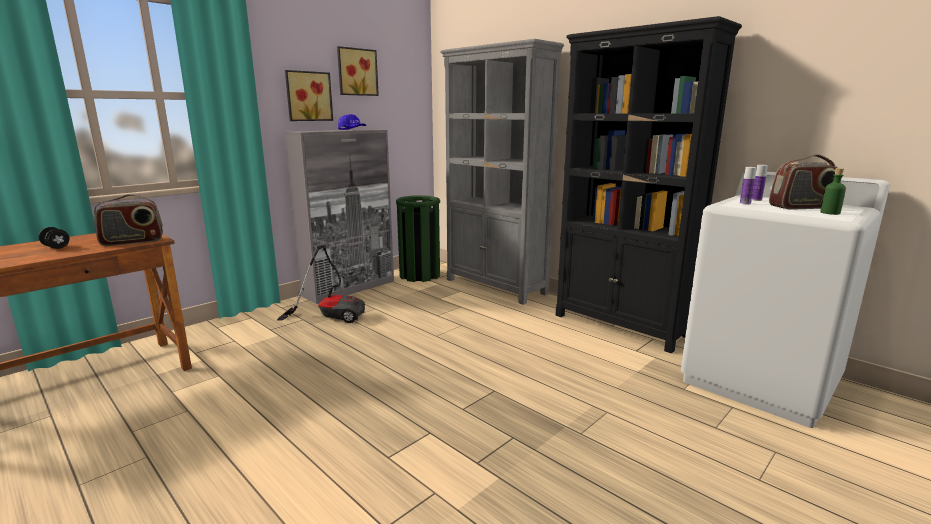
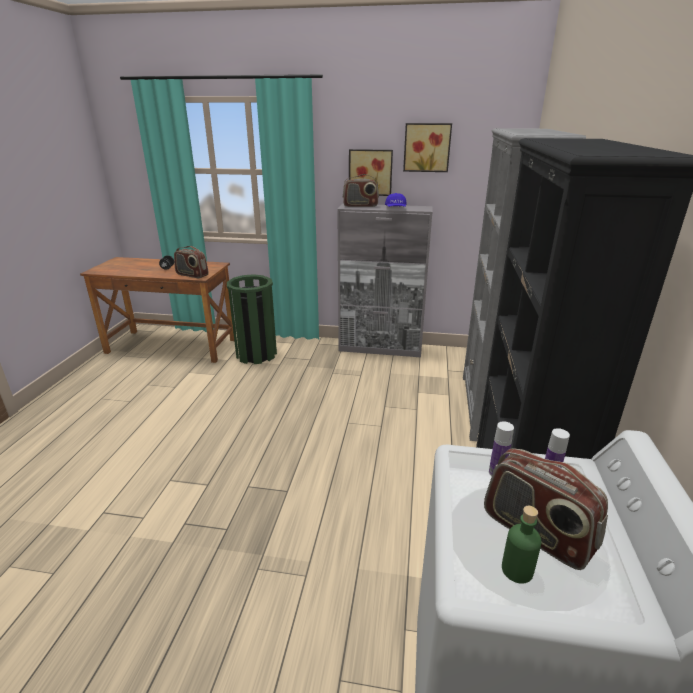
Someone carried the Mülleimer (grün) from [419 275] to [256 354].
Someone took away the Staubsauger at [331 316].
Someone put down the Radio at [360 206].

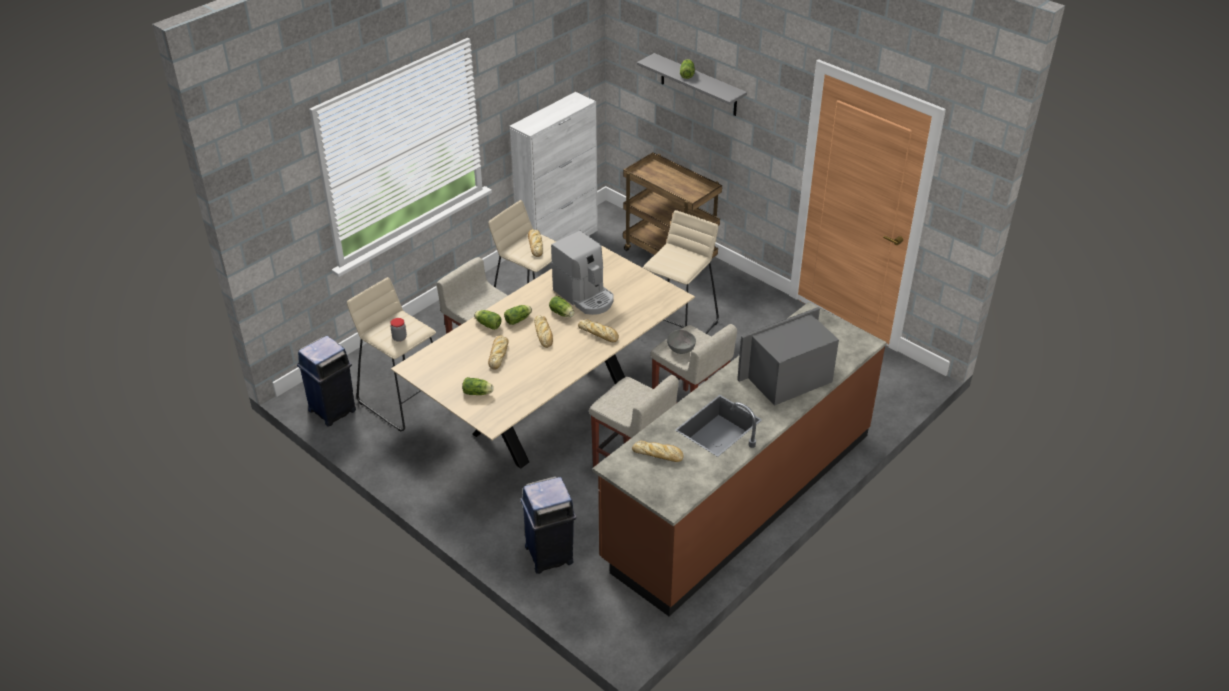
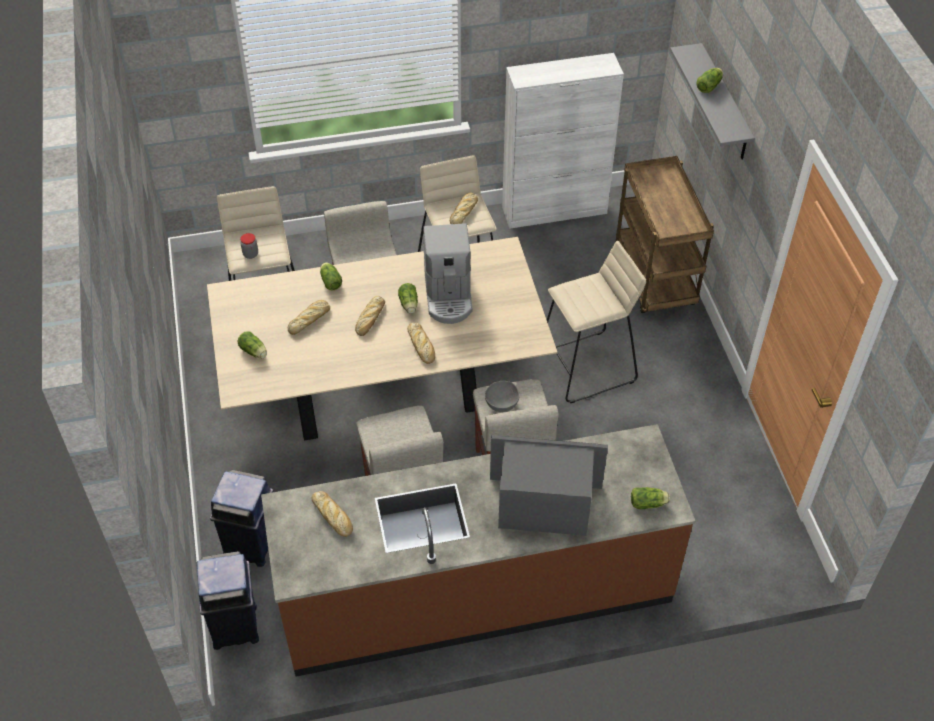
Someone carried the Salatkopf from [519 319] to [649 503].
Someone carried the Mülleimer (blau) from [333 410] to [236 626].

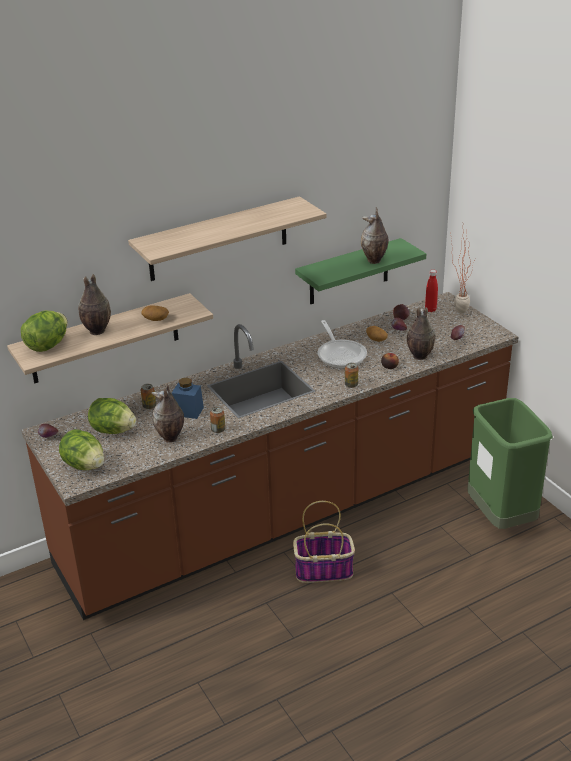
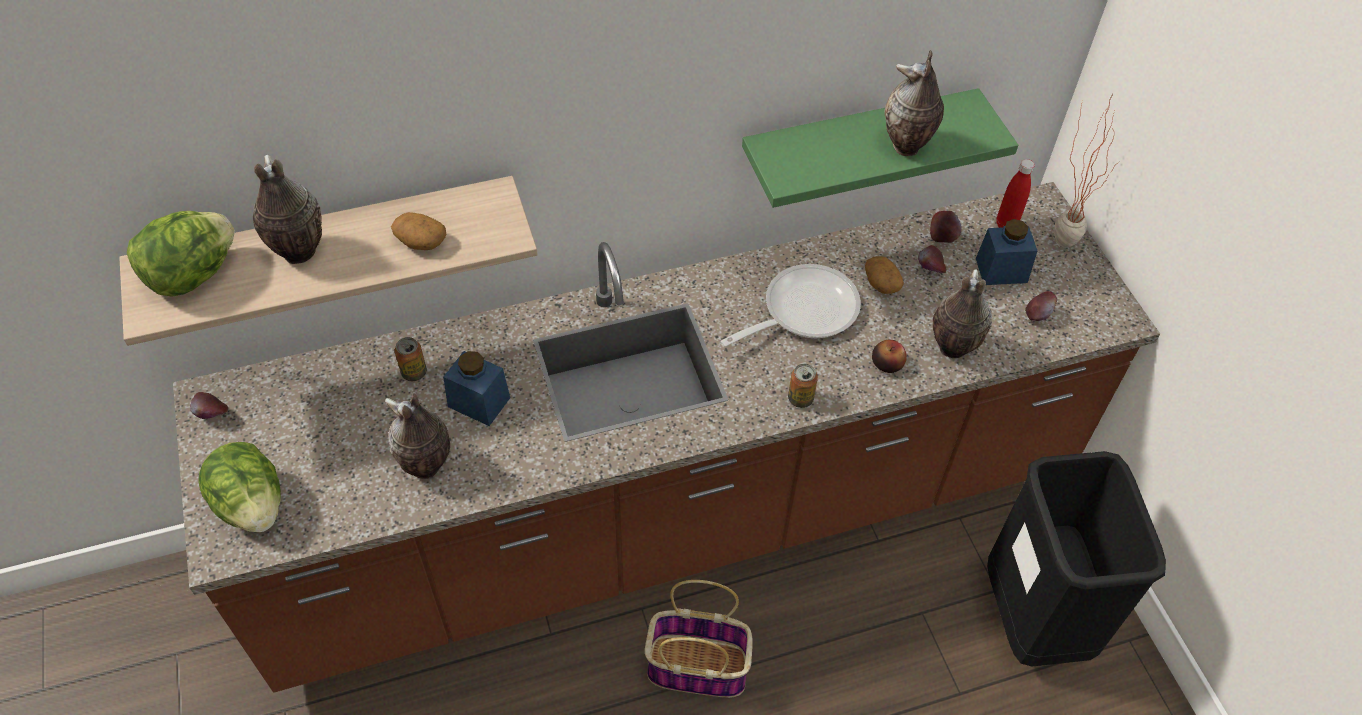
Someone took away the Wandregal at [218 239].
Someone rotated the Pfanne at [340 354] by 120 degrees counterclockwise.
Someone took away the Salatkopf at [113 430].
Someone repainted the Mülleimer (grün) at [500 518], which became the Mülleimer (schwarz) at [1033 619].
Someone took away the Dose at [218 430].
Someone put down the Vorratsglas (blau) at [1001 270].

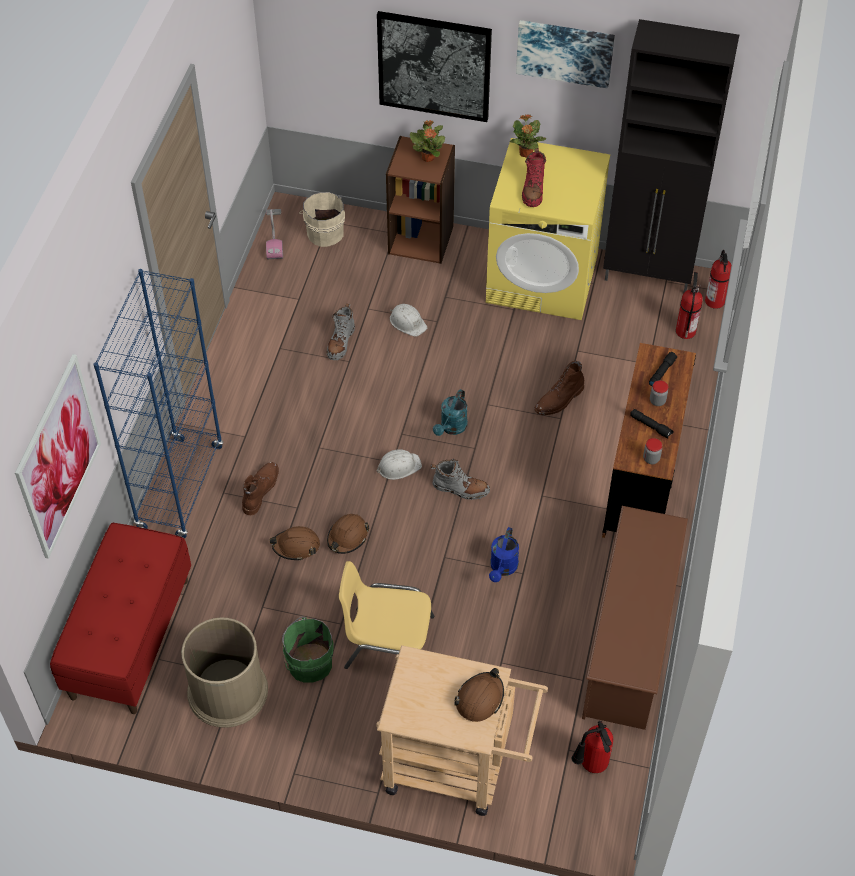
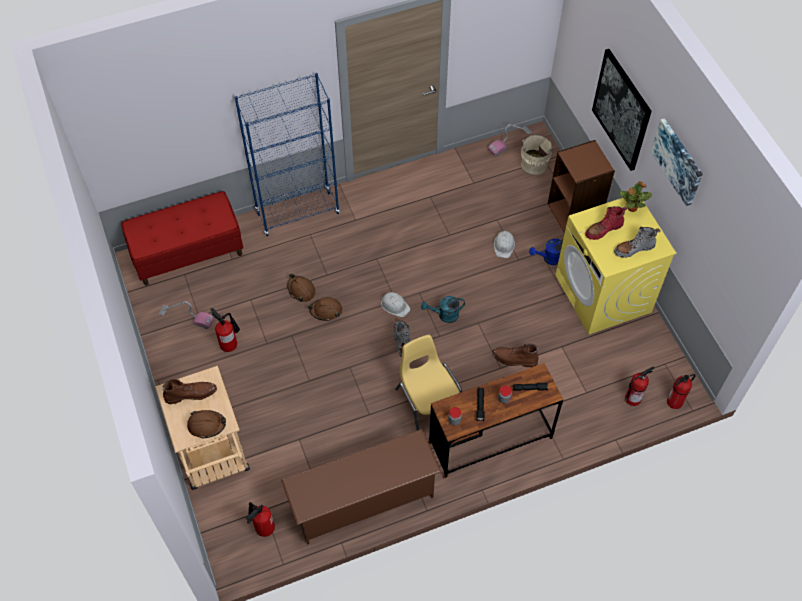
Someone took away the Schrank (schwarz) at [648 276].
Someone took away the Topfpflanze at [428 157].
Someone carried the Stiefel (grau) from [341 342] to [634 249].
Someone took away the Bild at [58 457].
Someone carried the Stiefel (braun) from [260 490] to [191 393].
Someone carried the Gießkanne (blau) from [503 568] to [549 258].
Someone carried the Stuhl (gelb) from [387 642] to [428 399].
Someone swapped the Eimer (grün) at [307 663] for the Feuerlöscher at [230 343].
Someone swapped the Mülleimer (braun) at [227 691] for the Staubsauger at [187 317].

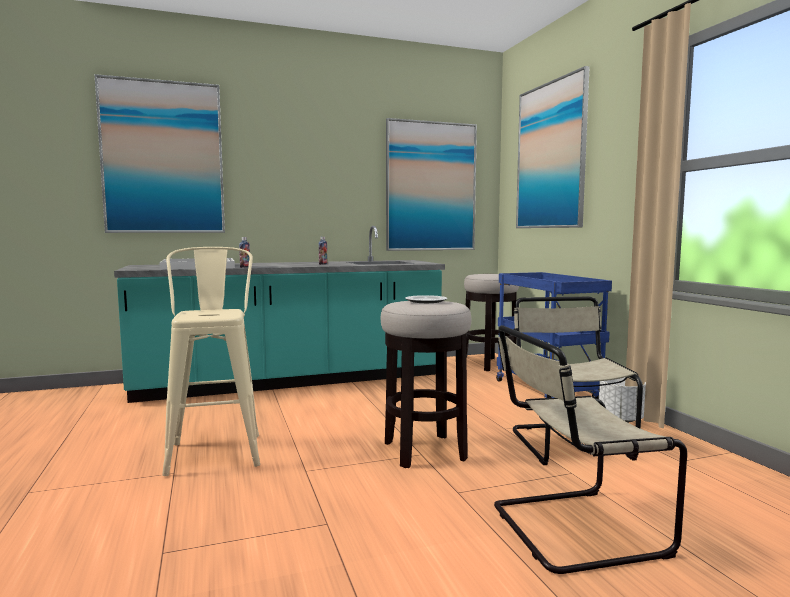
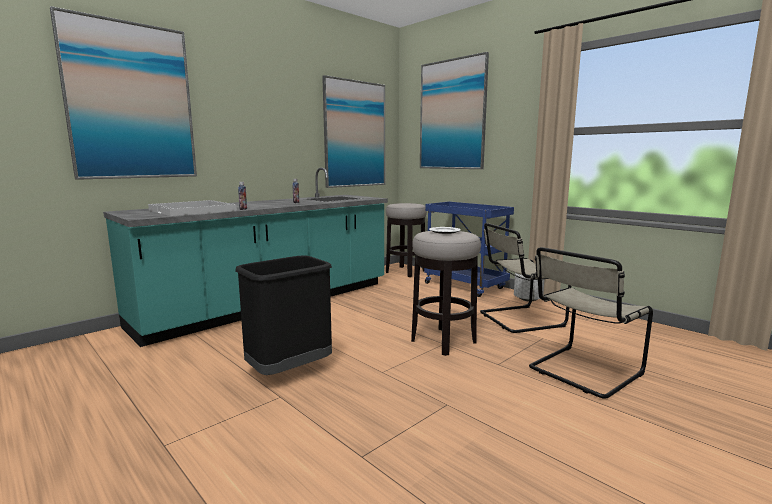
Someone swapped the Hocker (beige) at [216 450] for the Mülleimer (schwarz) at [289 371].
Someone rotated the Stuhl (beige) at [567 443] by 75 degrees counterclockwise.

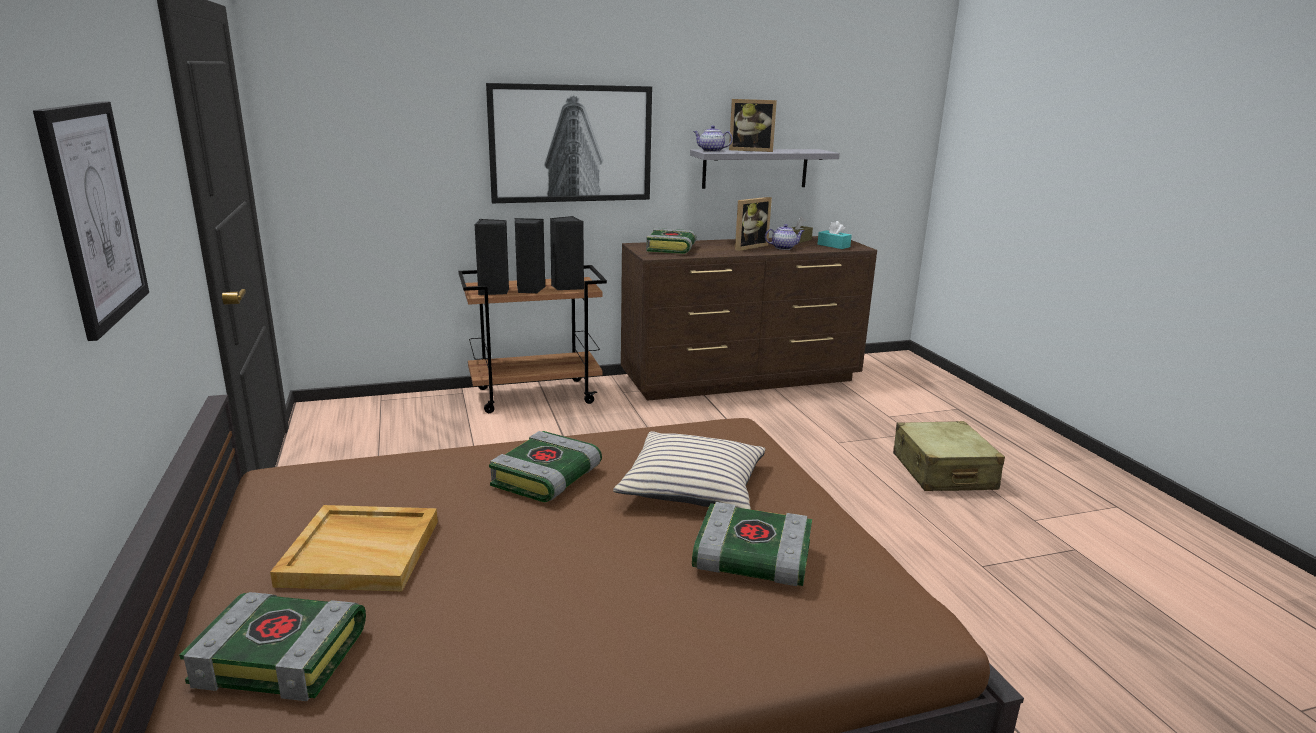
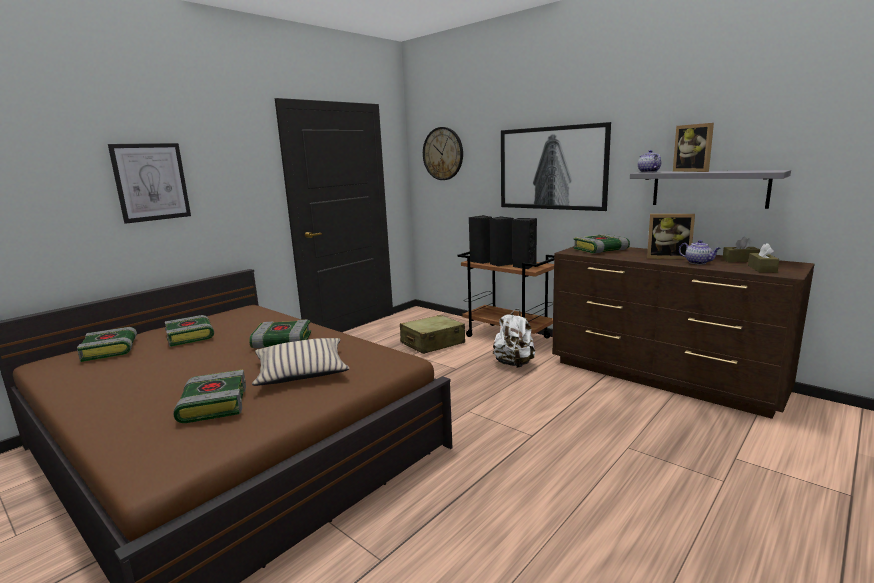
Someone repainted the Taschentuchbox (türkis) at [833 245], which became the Taschentuchbox (braun) at [762 269].
Someone carried the Koffer (beige) from [943 472] to [432 343].
Someone swapped the Tablett (beige) at [362 551] for the Buch at [191 336].
Someone put up the Wanduhr at [443 153].
Someone put down the Rucksack (weiß) at [514 364].

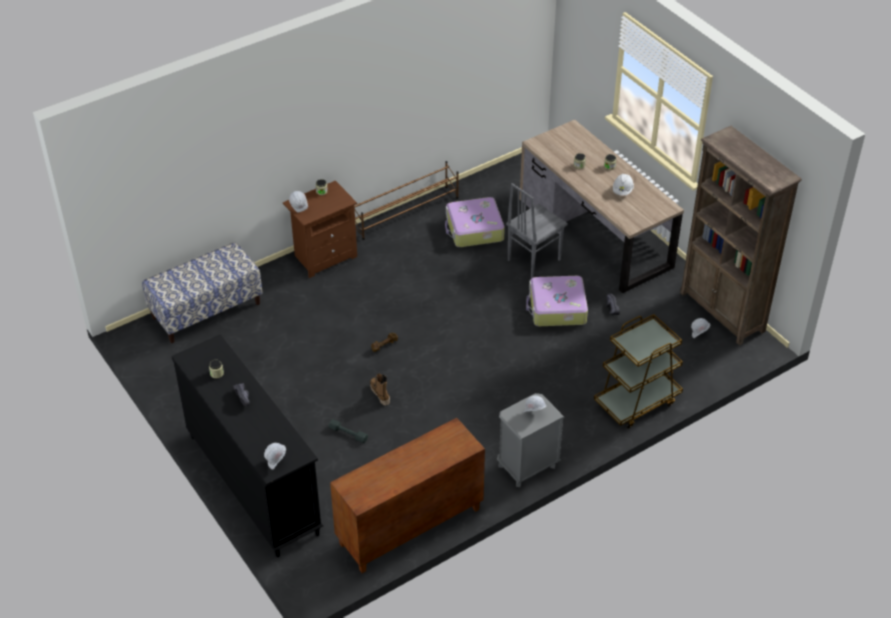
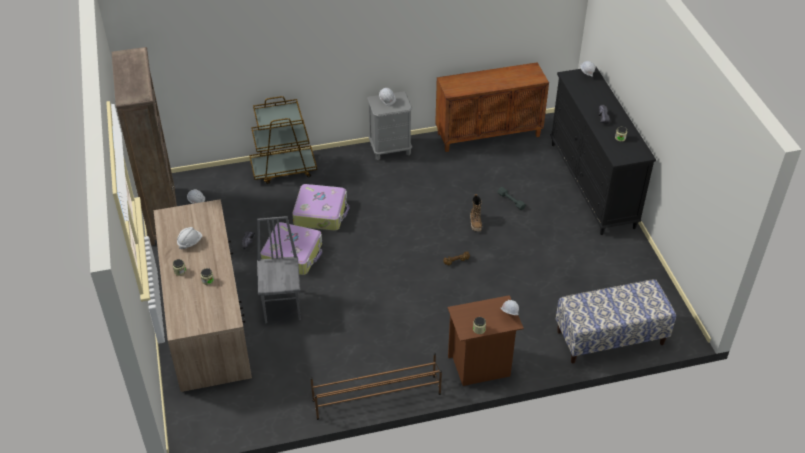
Someone rotated the Stuhl (grau) at [533 260] by 75 degrees counterclockwise.
Someone carried the Koffer from [474 229] to [321 213].

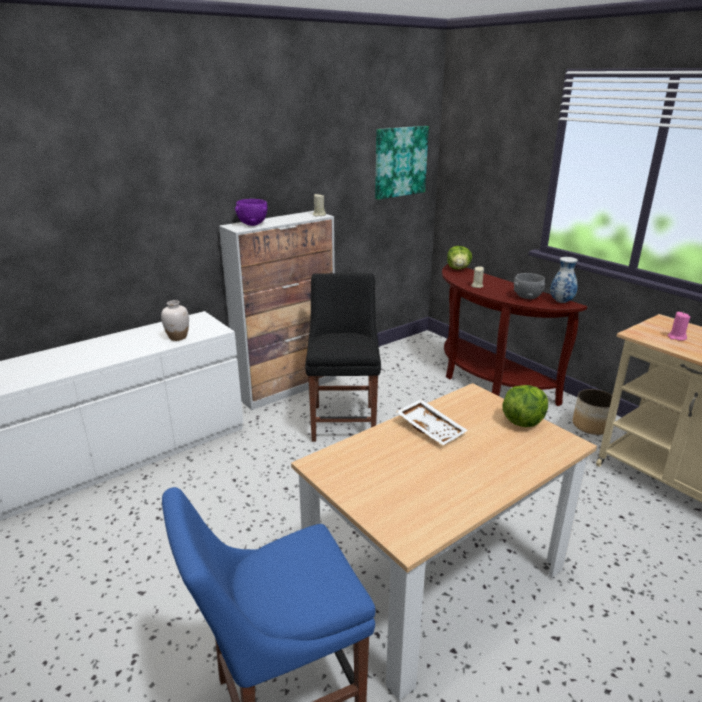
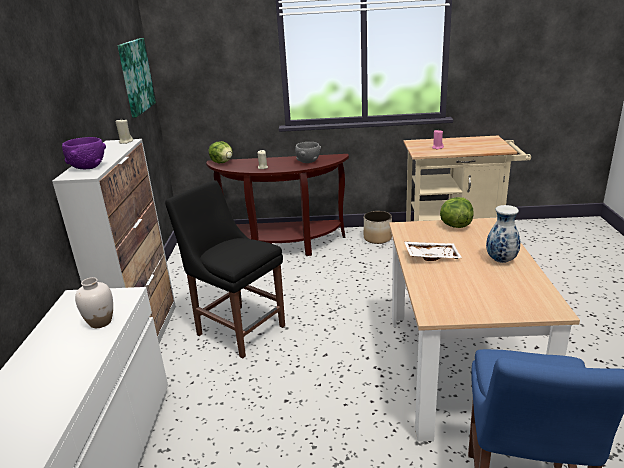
Someone carried the Vase from [561 301] to [500 260].

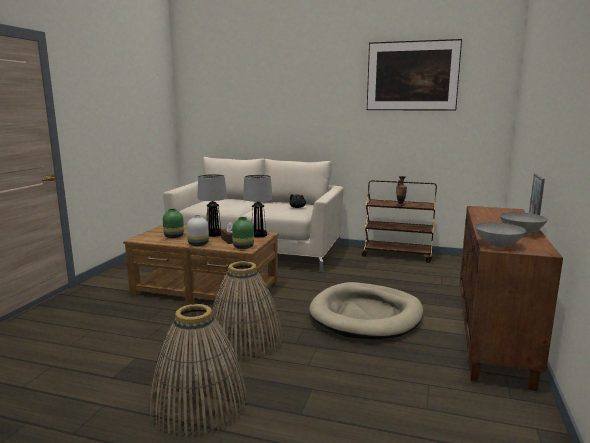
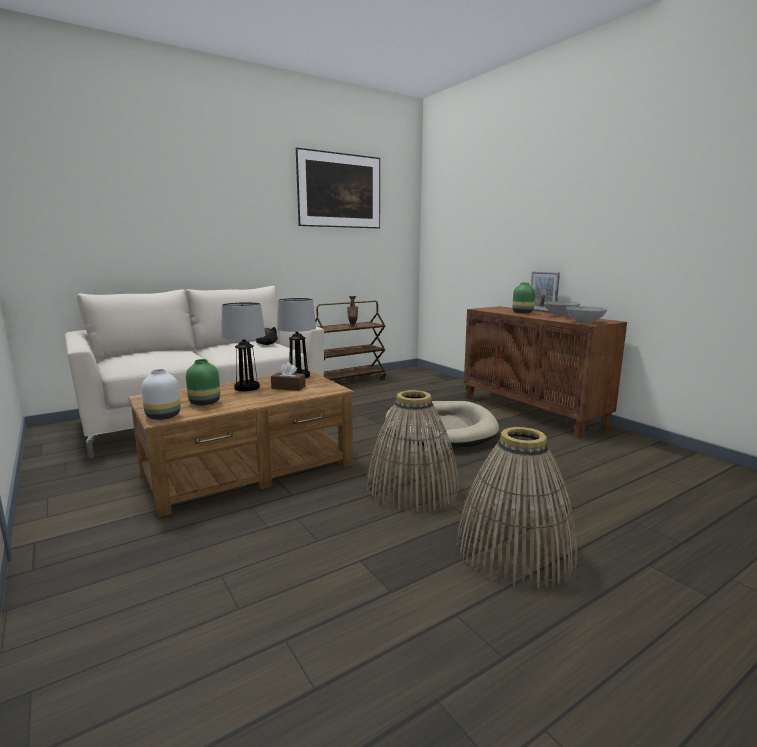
Someone carried the Vase (weiß) from [199 244] to [164 416].
Someone carried the Vase (grün) from [243 247] to [523 313].

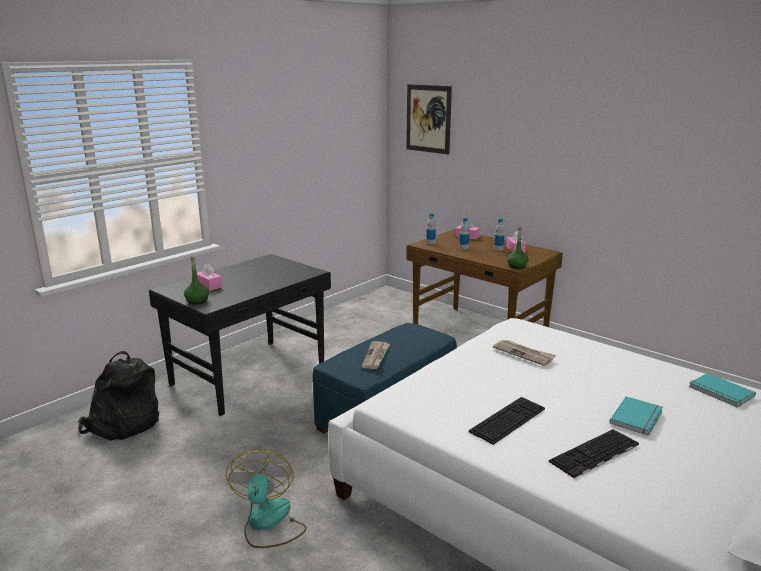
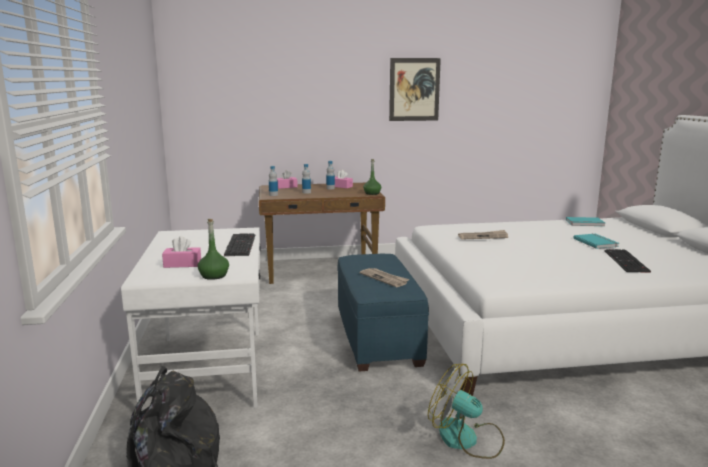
Someone carried the Bild from [428 119] to [414 89].
Someone repainted the Schreibtisch (schwarz) at [250 375], which became the Schreibtisch (weiß) at [209 368].
Someone carried the Tastatur from [507 419] to [239 245].

